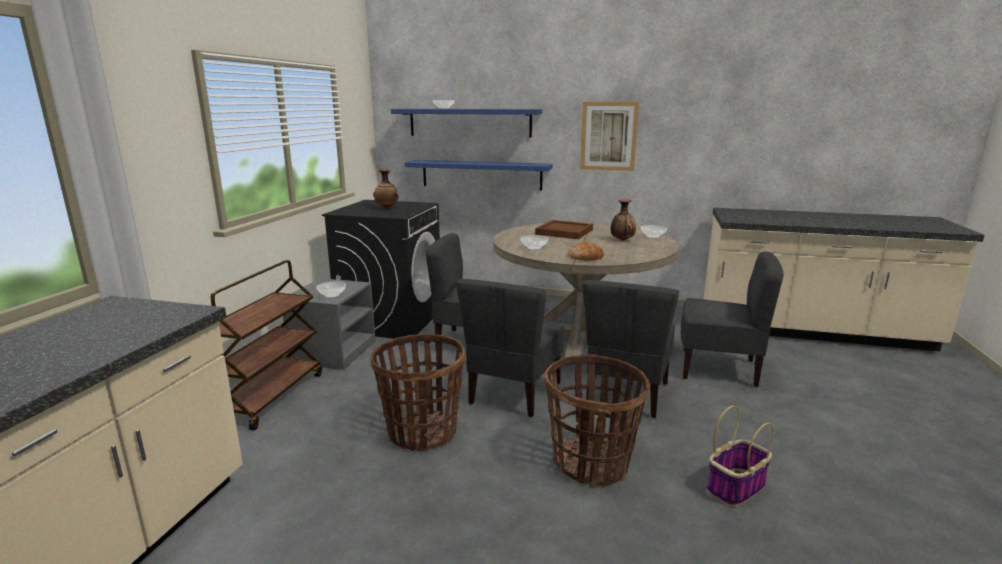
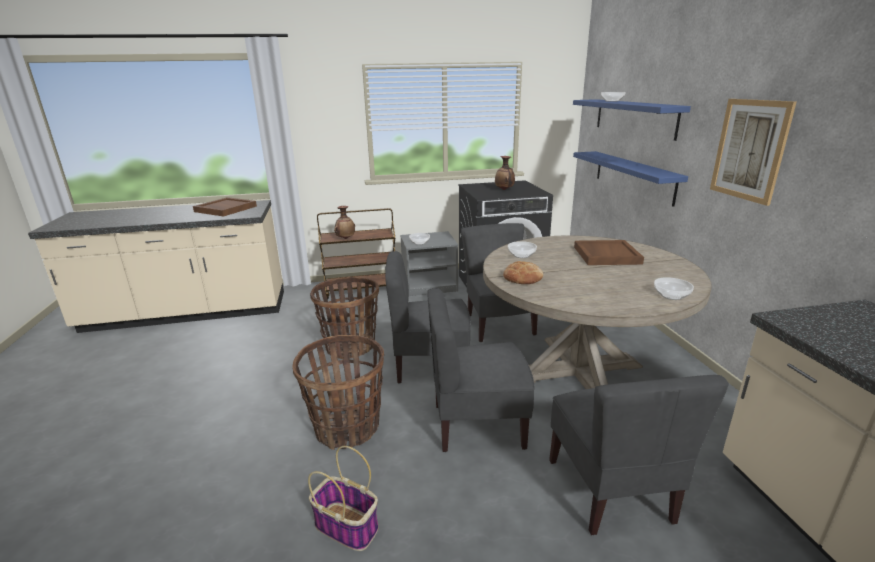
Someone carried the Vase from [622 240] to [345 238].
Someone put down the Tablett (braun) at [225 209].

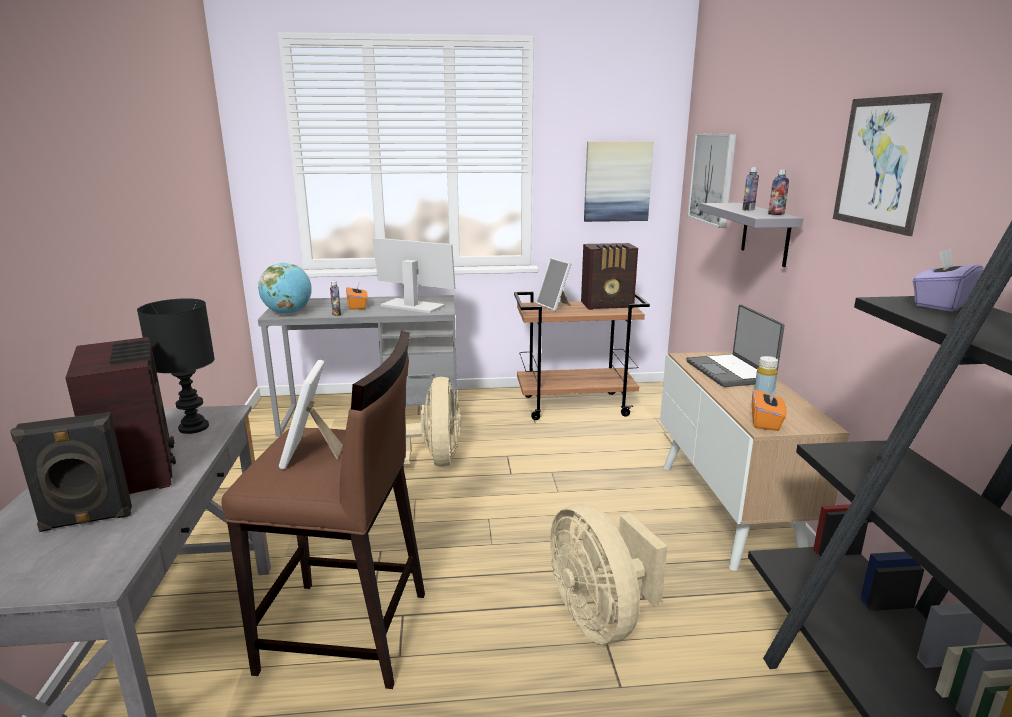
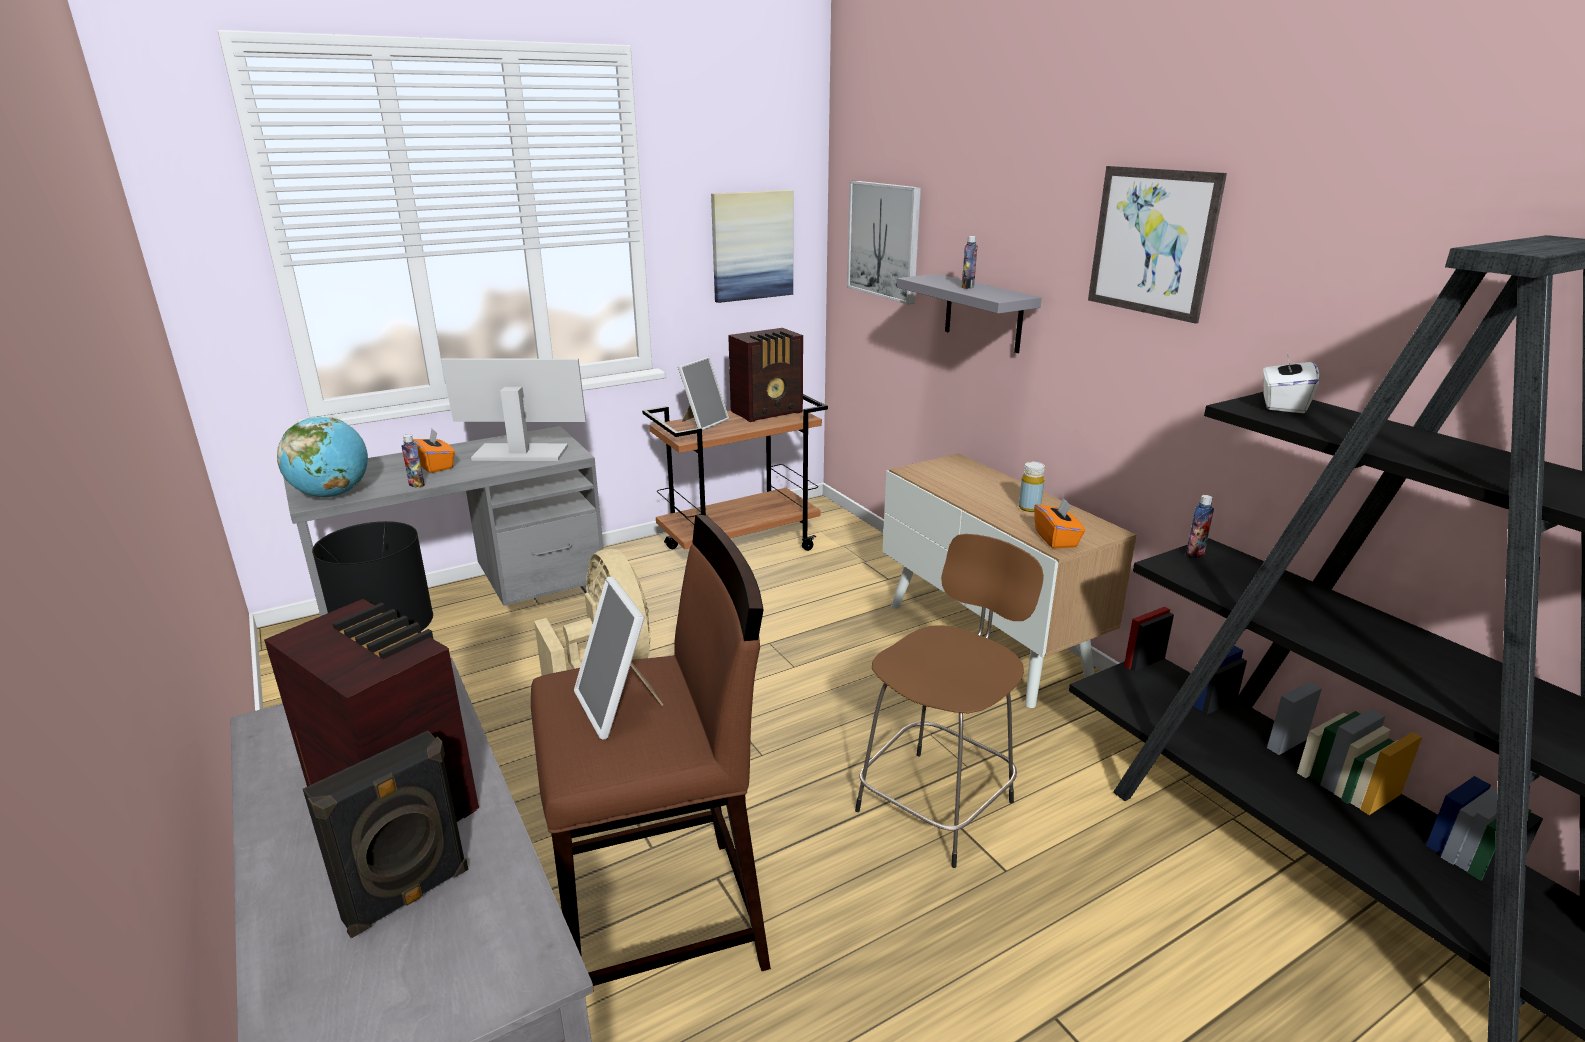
Someone carried the Flasche from [776 214] to [1194 554].
Someone repainted the Taschentuchbox (lila) at [940 304], which became the Taschentuchbox (weiß) at [1282 404].
Someone rotated the Bilderrahmen at [554 306] by 90 degrees counterclockwise.
Someone took away the Laptop at [730 371].
Someone swapped the Ventilator (beige) at [600 617] for the Hocker (braun) at [938 803].

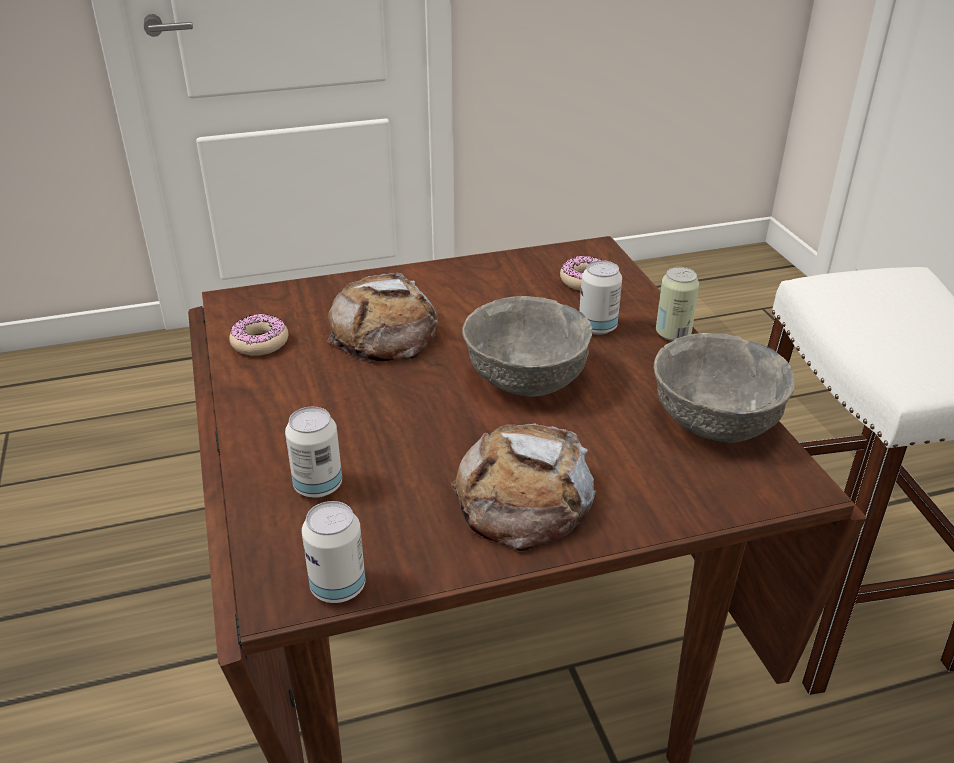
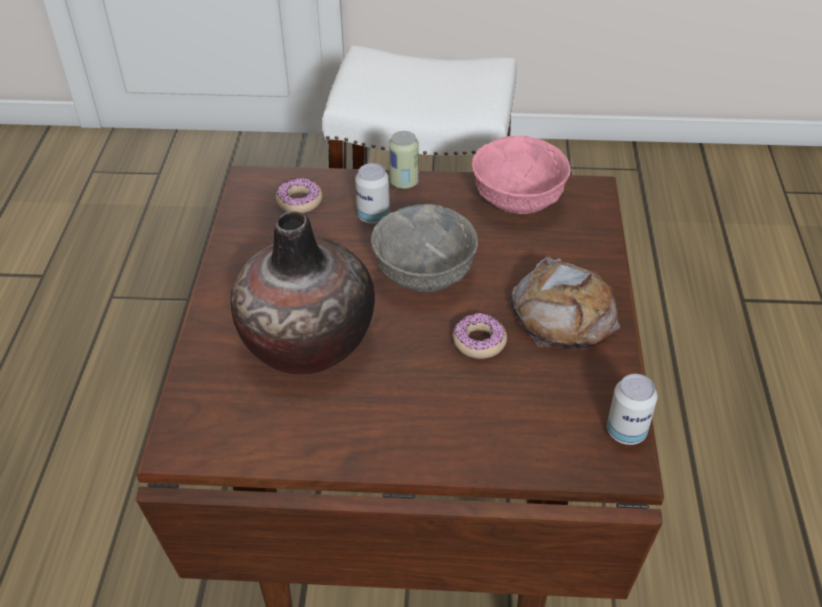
Someone swapped the Brot at [385 331] for the Vase at [307 342].
Someone carried the Donut from [260 342] to [479 341].
Someone repainted the Schüssel (grau) at [715 421], which became the Schüssel (rosa) at [516 200].
Someone took away the Dose at [318 486].

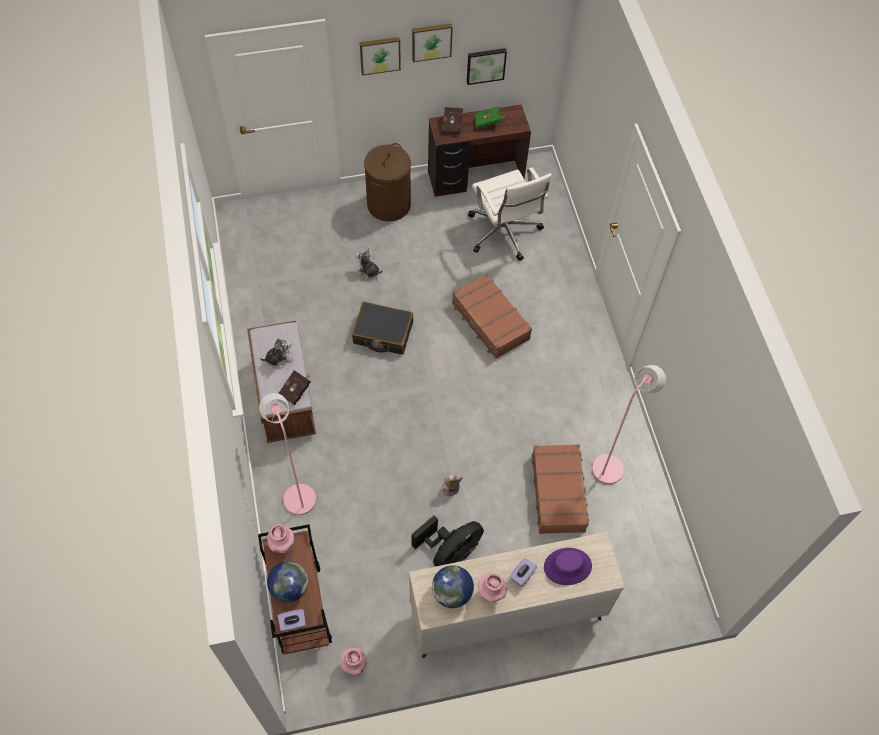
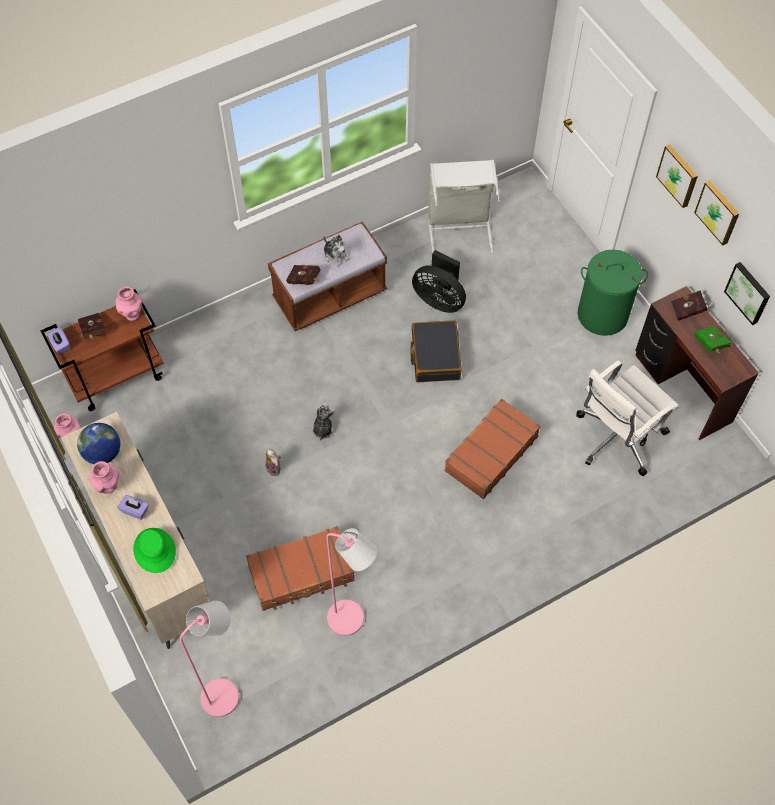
Someone repainted the Wäschekorb (braun) at [388 204], which became the Wäschekorb (grün) at [602 314].
Someone carried the Plüschtier from [368 272] to [323 428].
Someone carried the Stehlampe (rosa) from [297 494] to [226 692].
Someone carried the Ventilator (schwarz) from [450 552] to [439 299].
Someone repainted the Hut (lila) at [567 567], which became the Hut (grün) at [154 550].
Someone swapped the Globus at [289 587] for the Buch (rot) at [93 332].
Someone put down the Wäschekorb (grau) at [459 229].

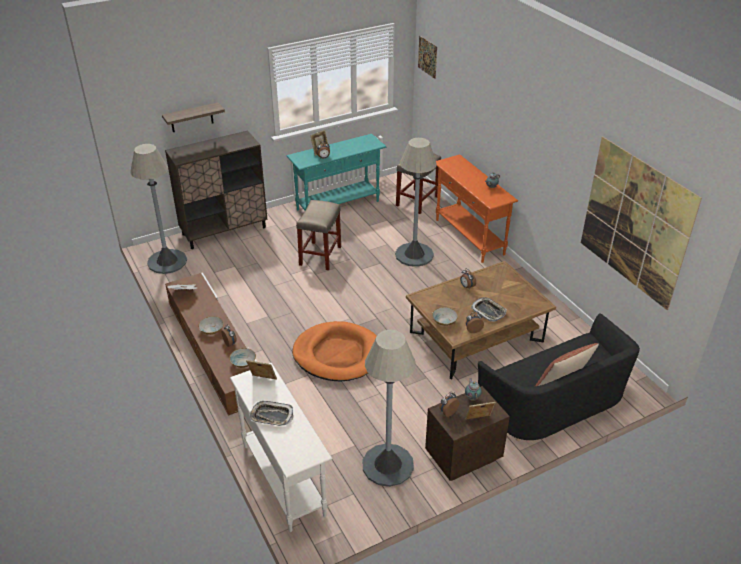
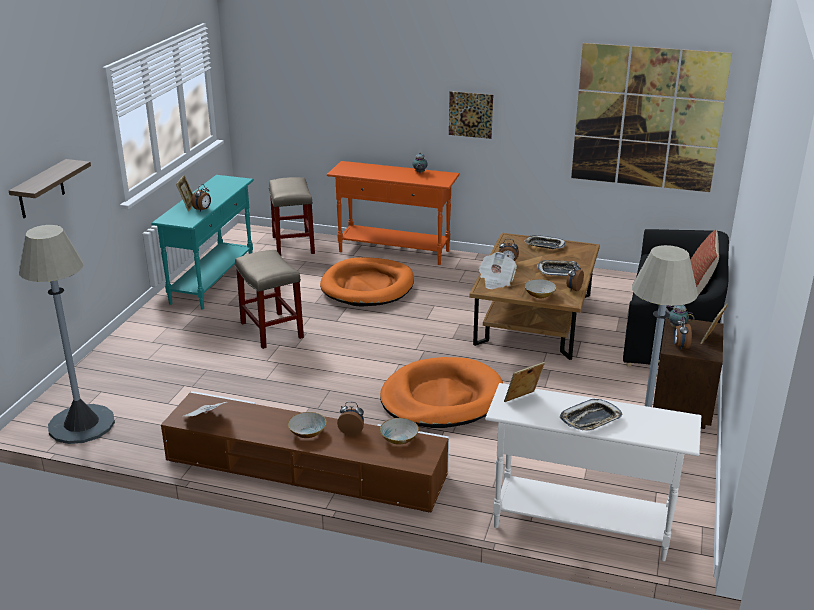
Someone carried the Bild from [427 57] to [470 115].
Someone took away the Schrank (braun) at [224 231].
Someone swapped the Stehlampe (grau) at [414 255] for the Hundebett (orange) at [368 286].
Someone put down the Tablett at [544 245].
Someone put down the Zeitung at [496 281].

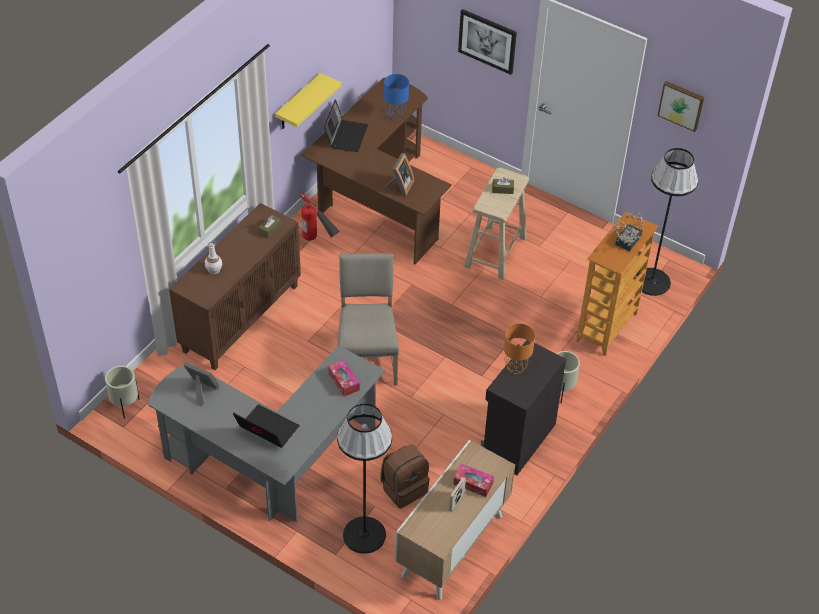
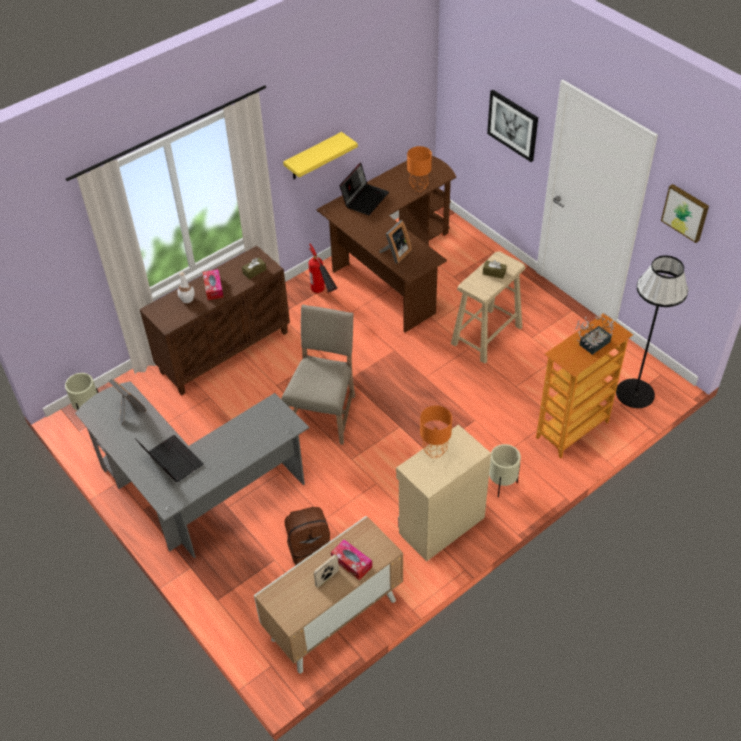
Someone repainted the Tischlampe (blau) at [395 115], which became the Tischlampe (orange) at [418 188].
Someone repainted the Schrank (schwarz) at [517 440], which became the Schrank (beige) at [440 525].
Someone carried the Taschentuchbox from [344 381] to [213 288].
Someone took away the Stehlampe (schwarz) at [364 535].

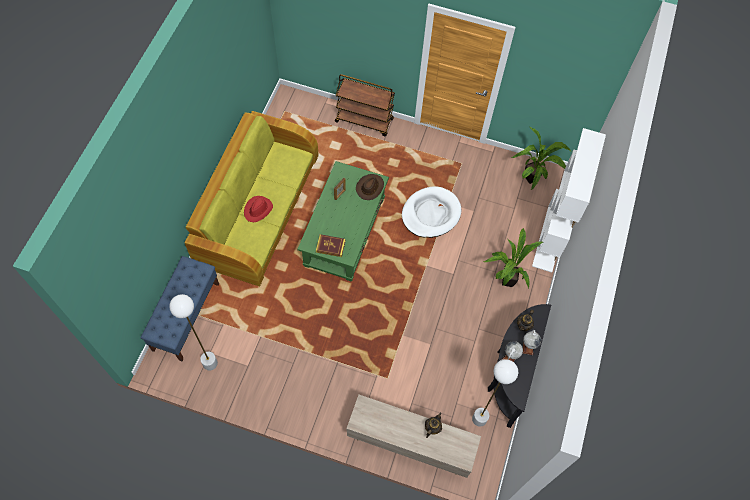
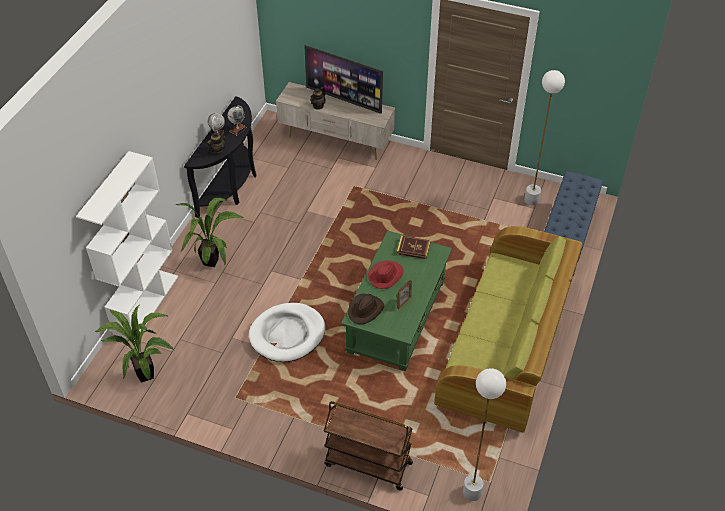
Someone carried the Hut (rot) from [258 210] to [385 275].
Someone carried the Stehlampe (weiß) from [479 419] to [472 492].
Someone put down the Fernseher at [344 99].

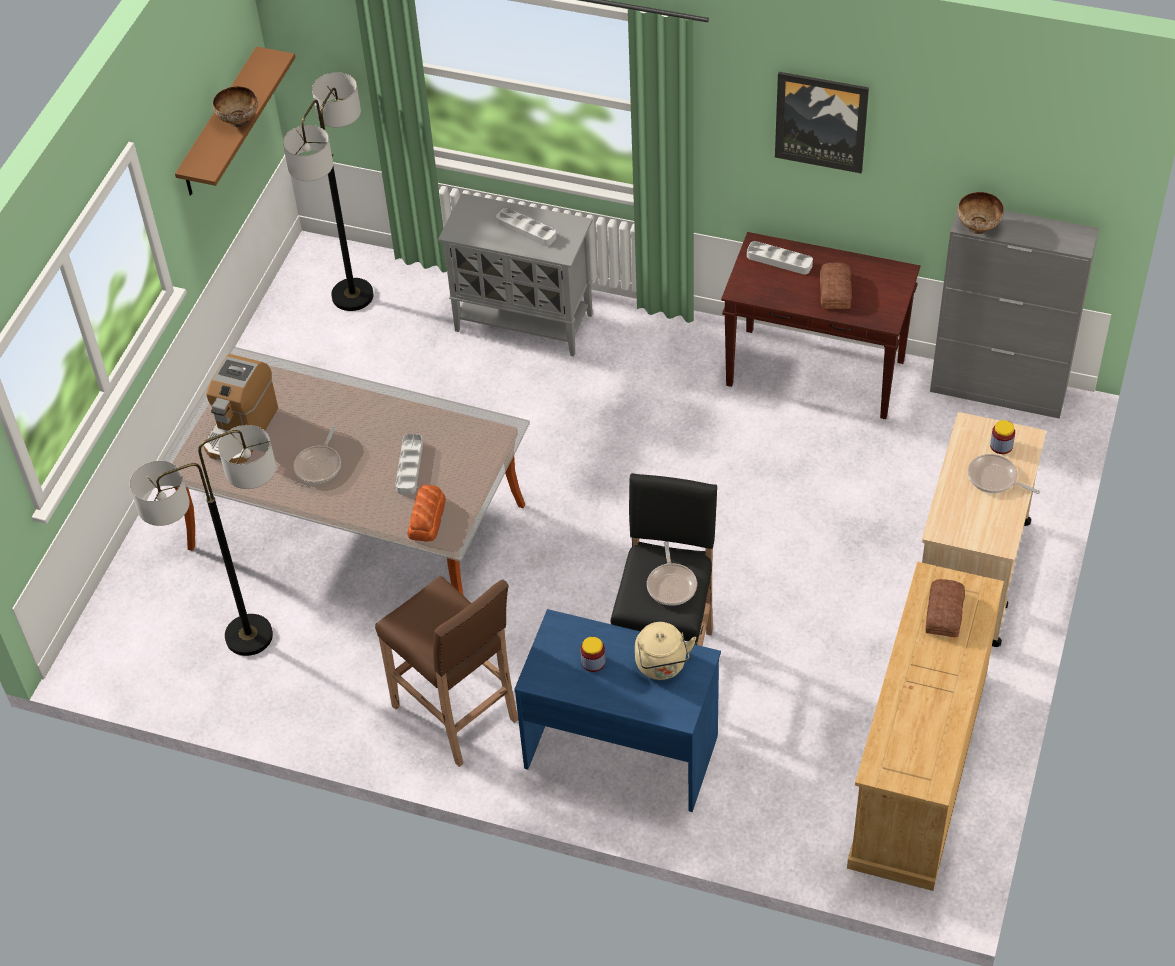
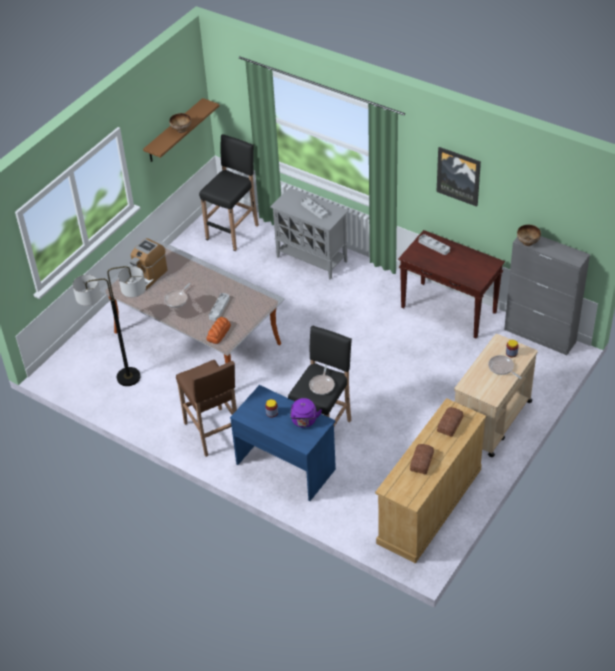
Someone swapped the Stehlampe at [353 295] for the Hocker (schwarz) at [233 231].
Someone carried the Brot from [836 290] to [422 461].
Someone repainted the Wasserkessel (beige) at [662 666], which became the Wasserkessel (lila) at [304 421].

